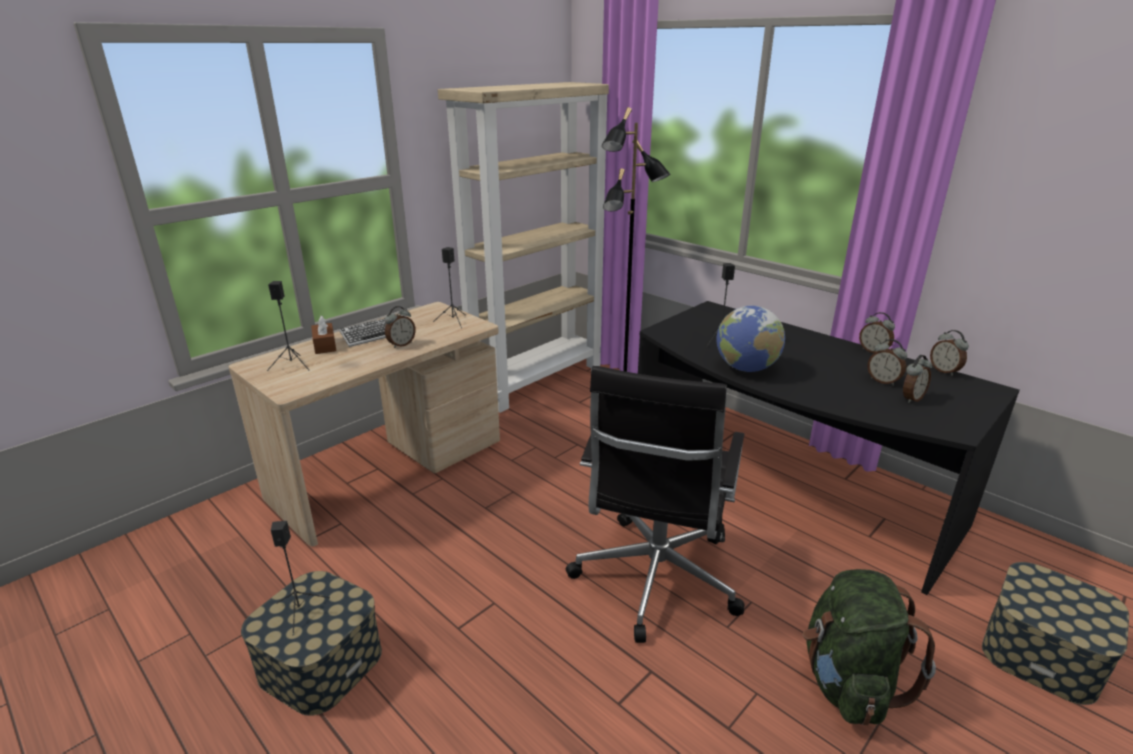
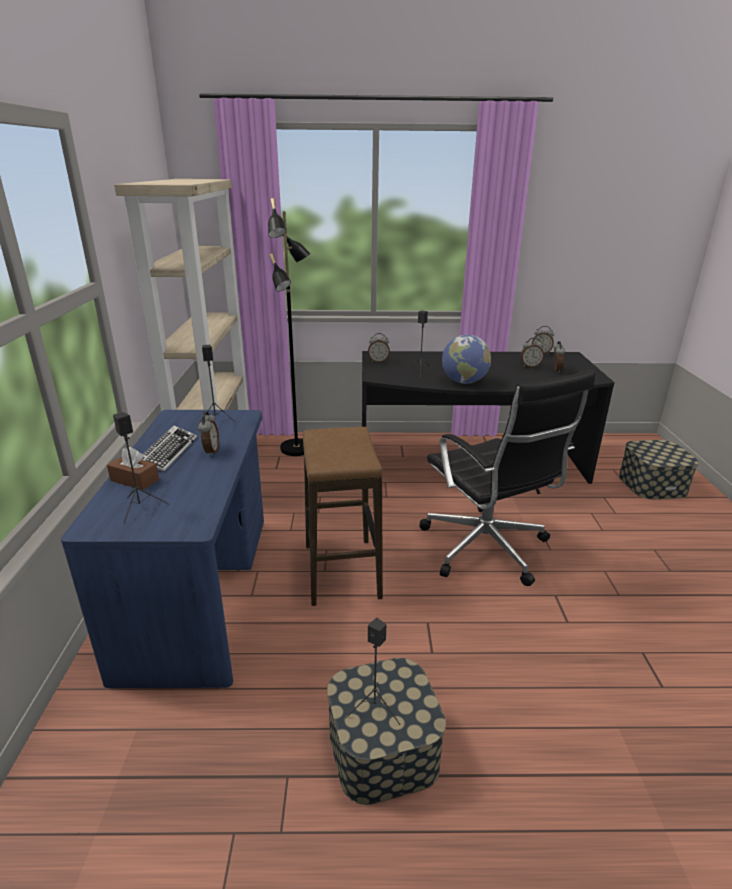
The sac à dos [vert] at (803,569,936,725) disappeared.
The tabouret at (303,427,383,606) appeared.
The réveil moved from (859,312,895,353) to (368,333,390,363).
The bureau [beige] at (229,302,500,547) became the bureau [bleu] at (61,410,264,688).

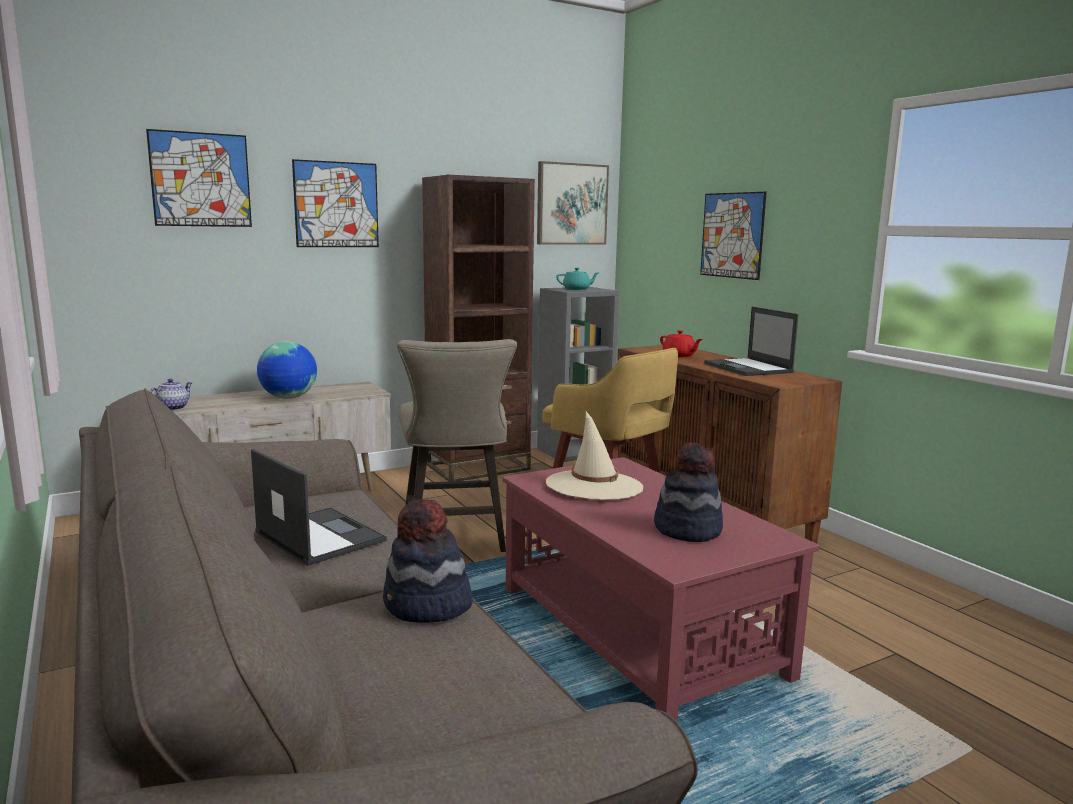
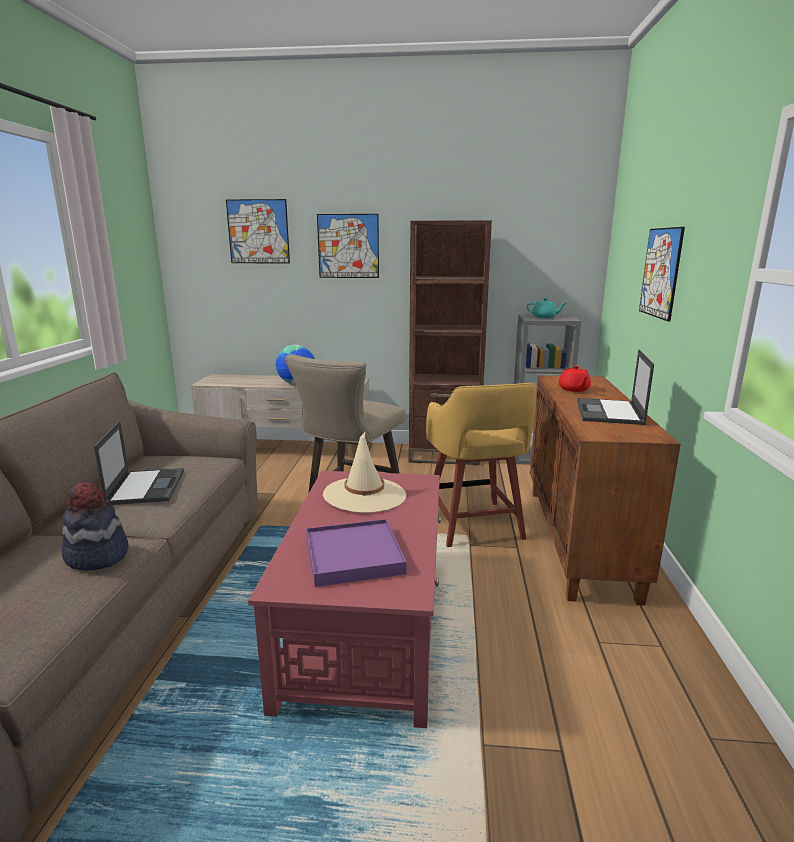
The théière at (150,379,192,411) disappeared.
The tableau at (537,161,609,245) disappeared.
The chapeau at (654,443,723,542) was replaced by the plateau [violet] at (306,519,407,587).

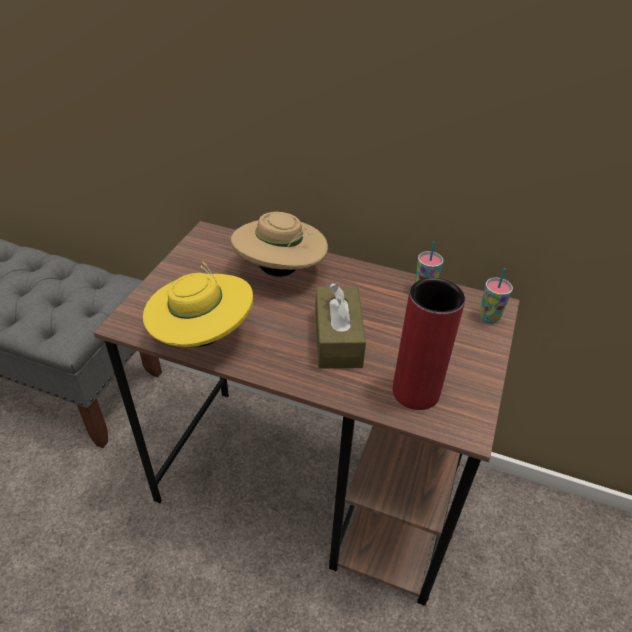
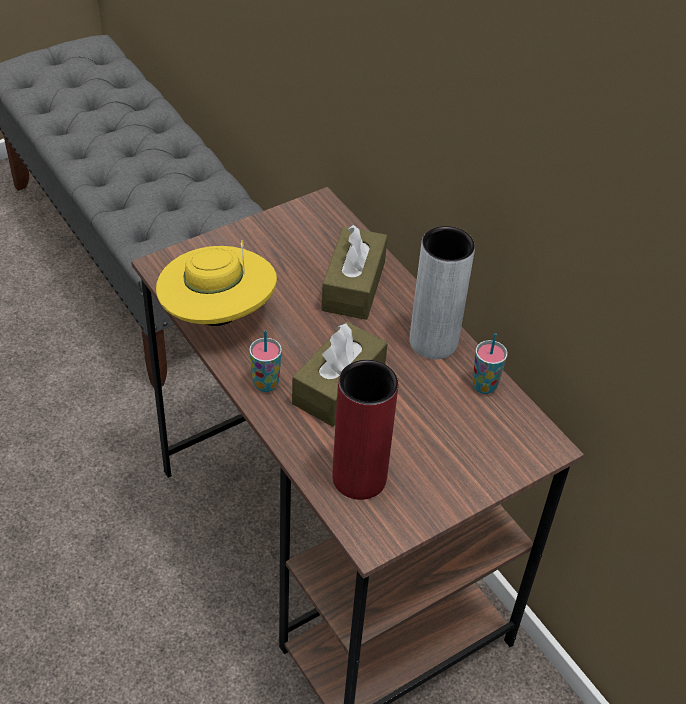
The vase [gris] at (409,226,475,359) appeared.
The tasse moved from (480,268,513,324) to (249,330,282,392).
The chapeau [beige] at (231,212,328,277) was replaced by the boîte à mouchoirs [marron] at (321,225,387,320).

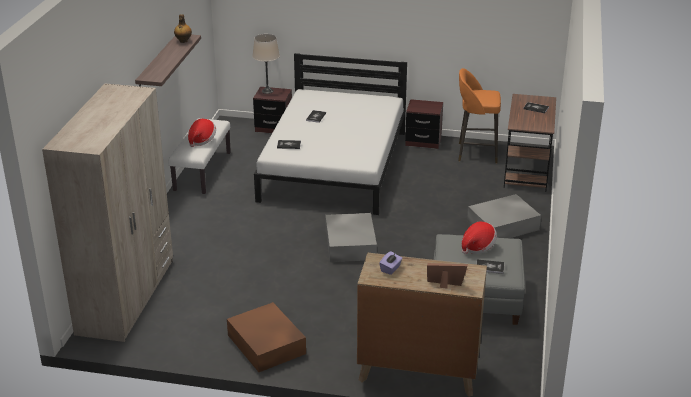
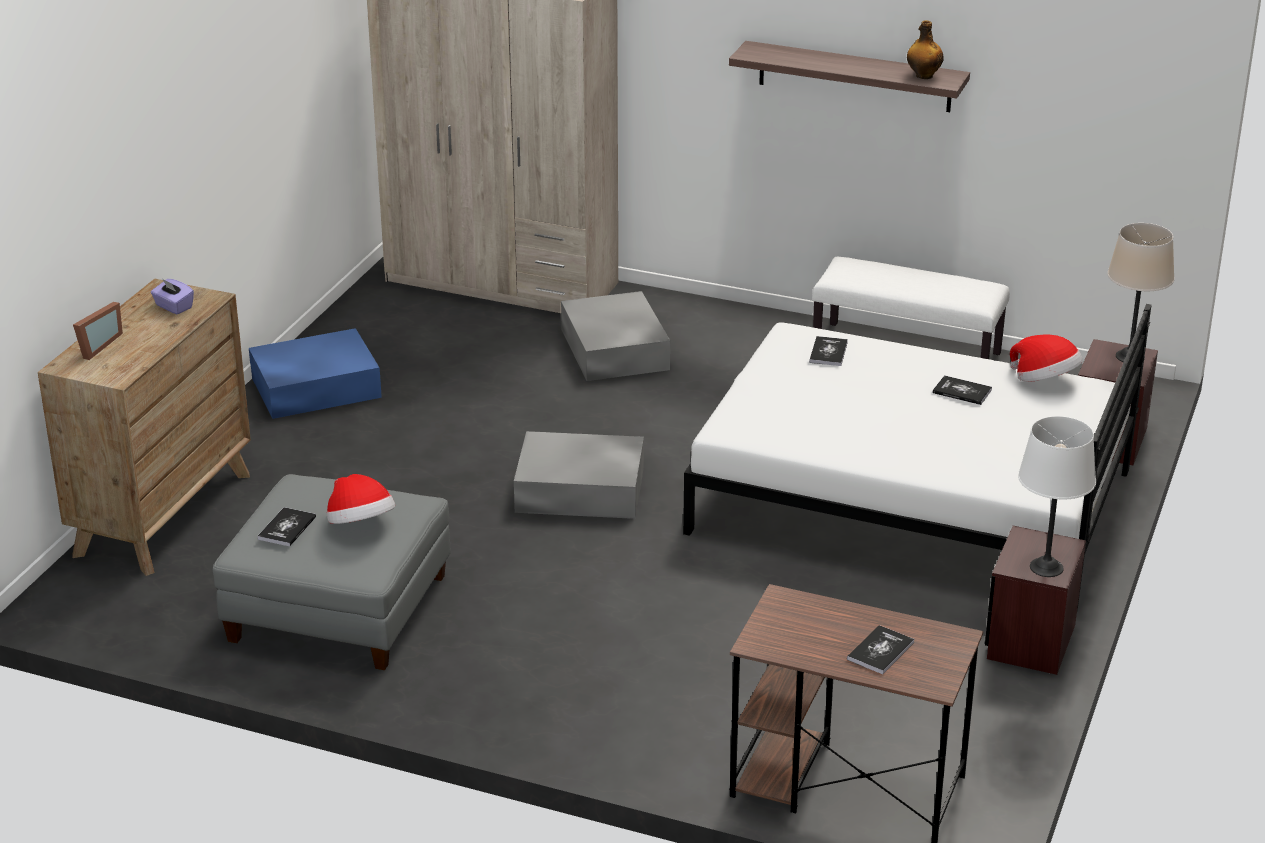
The tabouret [orange] at (458,68,501,163) disappeared.
The lampe de table [blanc] at (1018,416,1096,577) appeared.
The chapeau moved from (188,119,216,147) to (1010,335,1083,382).
The boîte de rangement [gris] moved from (467,194,541,238) to (561,291,670,381).
The boîte de rangement [marron] at (227,302,306,372) became the boîte de rangement [bleu] at (249,328,382,419).

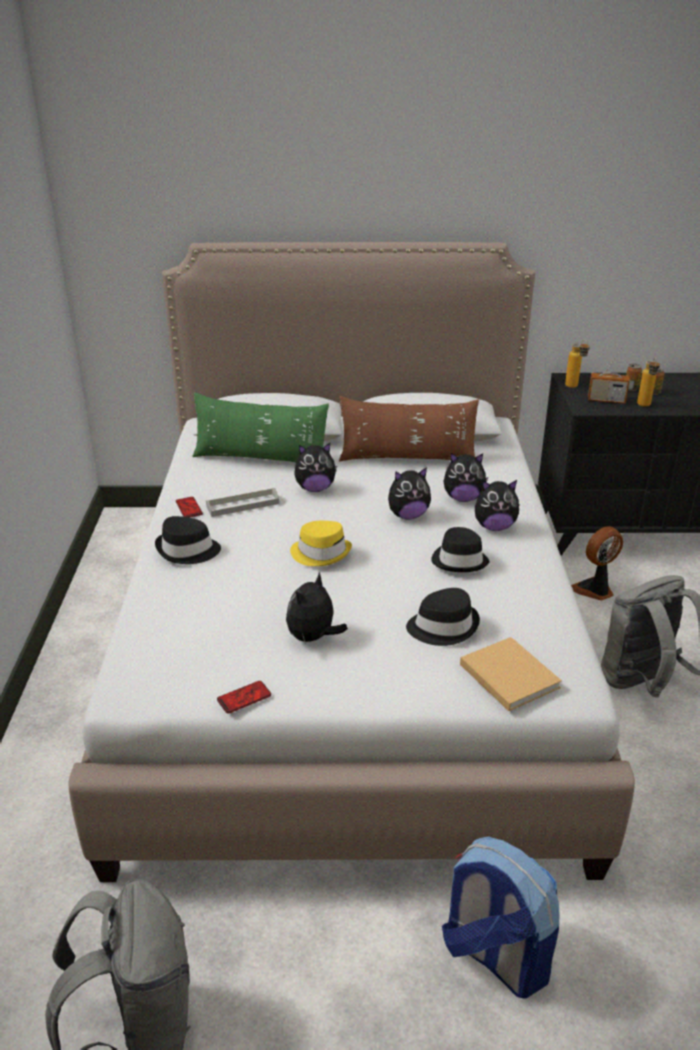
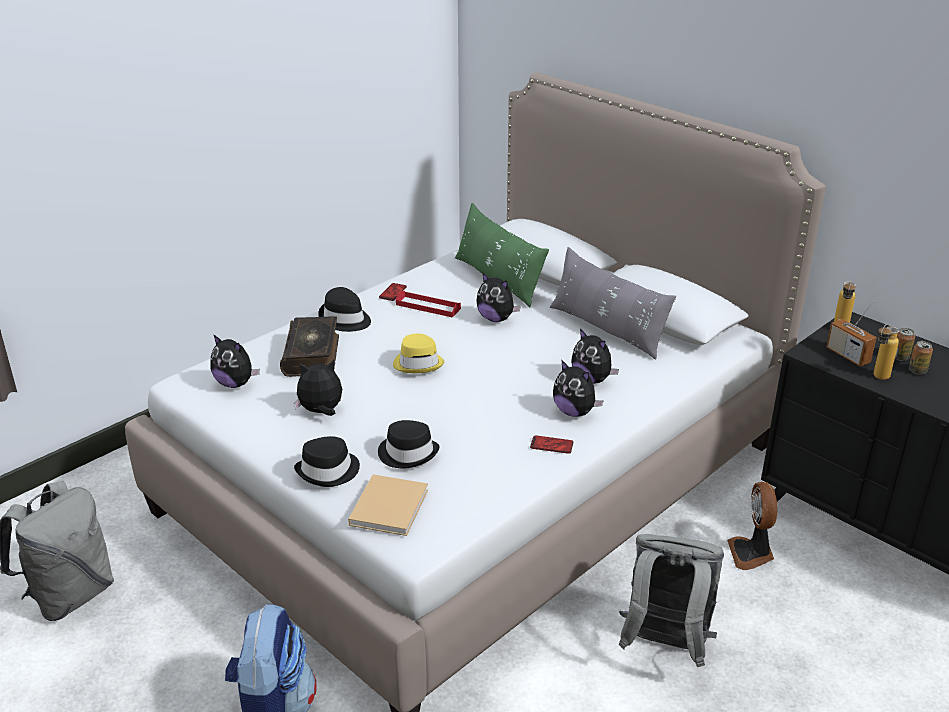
The livre at (280,316,339,377) appeared.
The téléphone moved from (217,681,271,714) to (530,435,573,454).
The peluche moved from (388,467,431,519) to (210,334,260,388).
The chapeau [noir] moved from (431,527,489,572) to (294,436,360,487).
The plateau [gris] at (206,488,279,517) became the plateau [rouge] at (396,291,461,318).
The coussin [marron] at (339,396,479,461) became the coussin [gris] at (550,247,676,359).
The ventilateur at (571,526,623,601) turned 105 degrees counterclockwise.

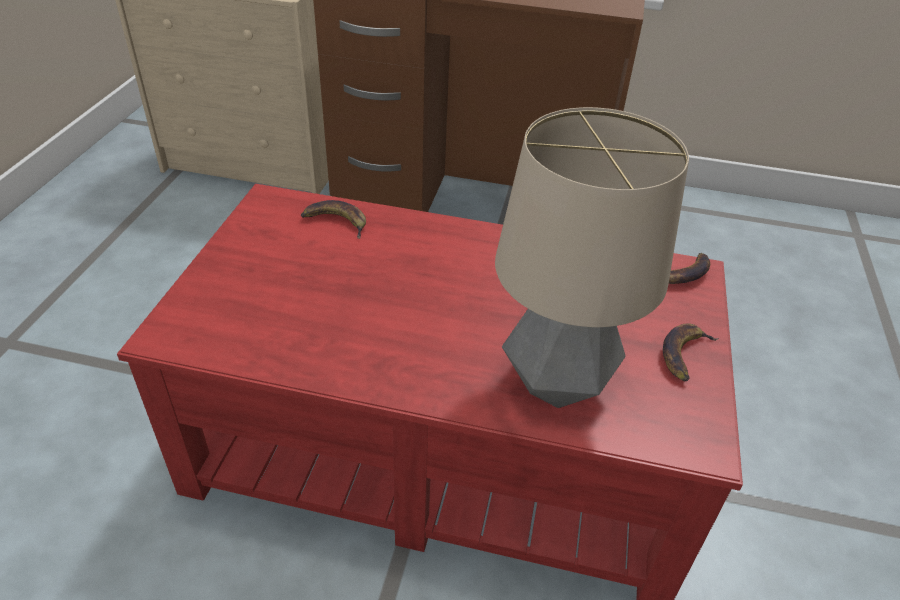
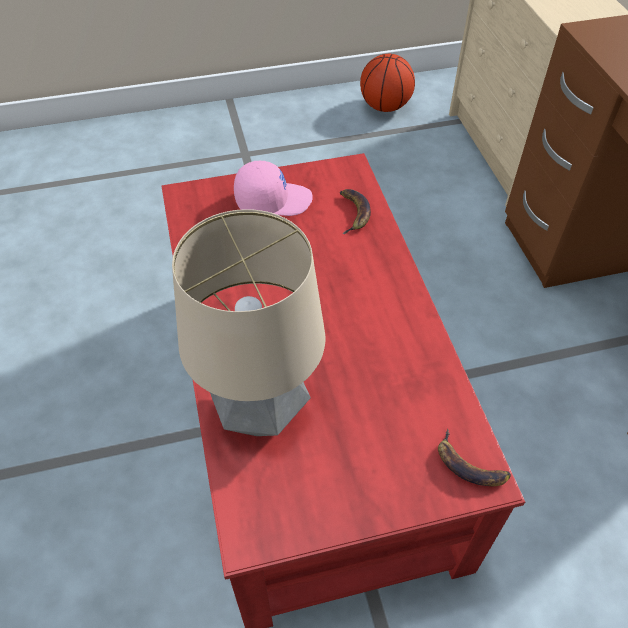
The banane at (663,323,719,382) disappeared.
The casquette [rose] at (234,161,313,216) appeared.
The ballon de basket at (360,54,415,112) appeared.

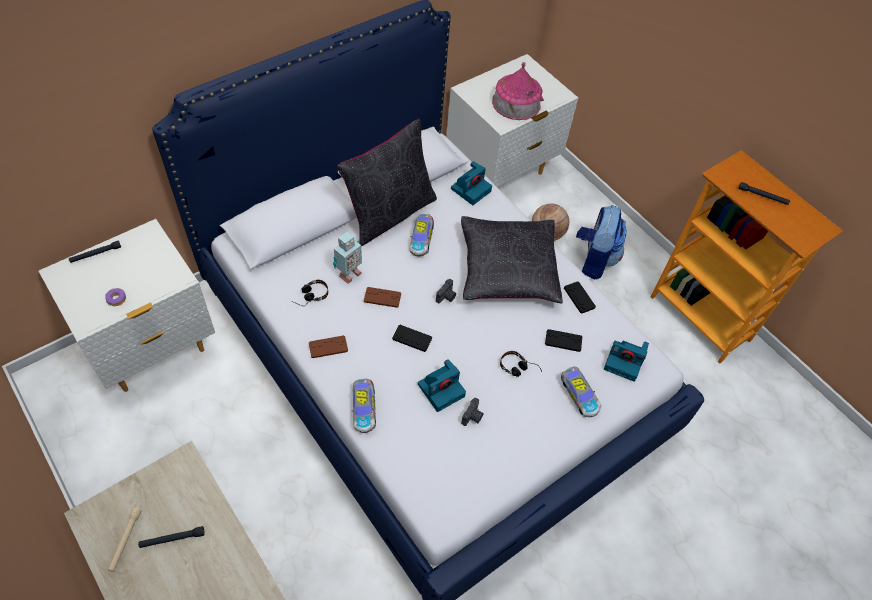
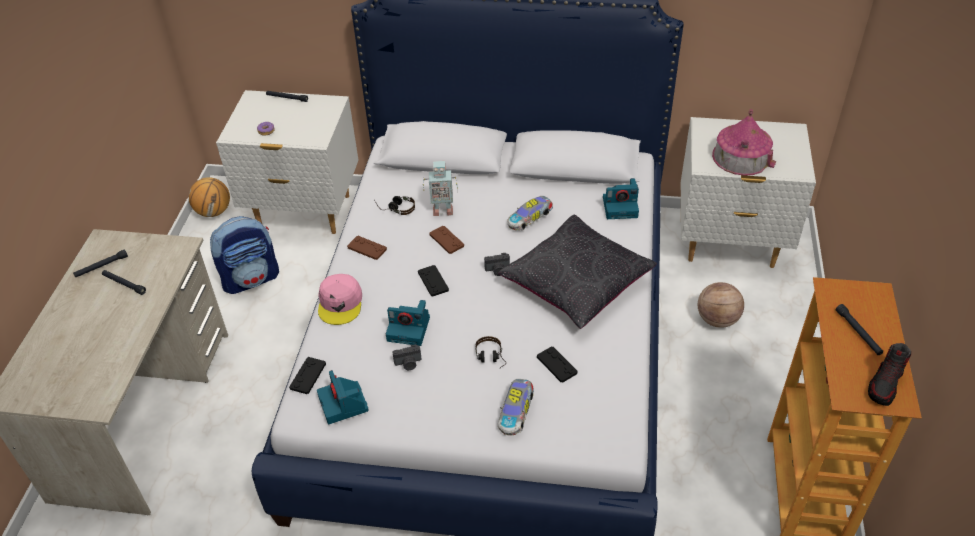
The coussin [noir] at (337,119,437,246) disappeared.
The ballon de basket at (189,177,230,217) appeared.
The chaussure at (868,343,911,406) appeared.
The manette [noir] moved from (564,281,596,313) to (289,357,326,394).
The sac à dos moved from (576,205,627,280) to (210,216,279,294).
The appareil photo moved from (604,341,649,382) to (317,370,369,424).
The petite voiture at (352,379,376,433) was replaced by the casquette [rose] at (318,274,362,325).
The lampe de poche [beige] at (108,508,141,572) became the lampe de poche [noir] at (73,249,128,277).

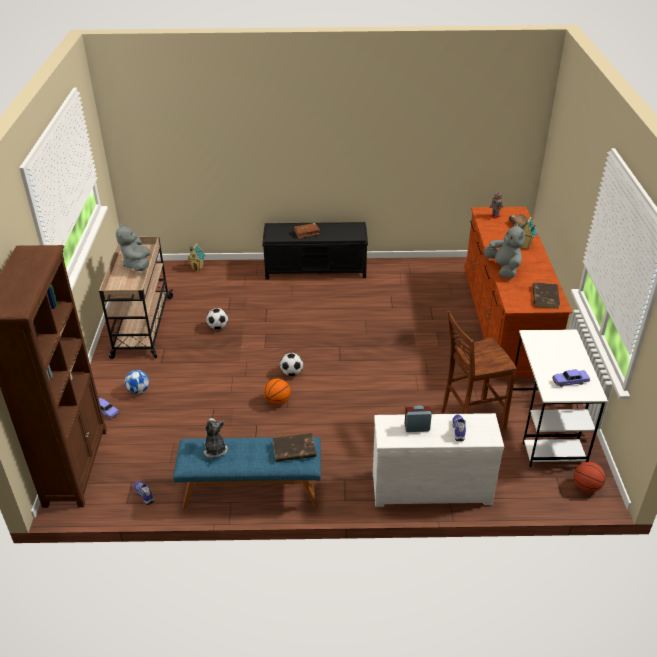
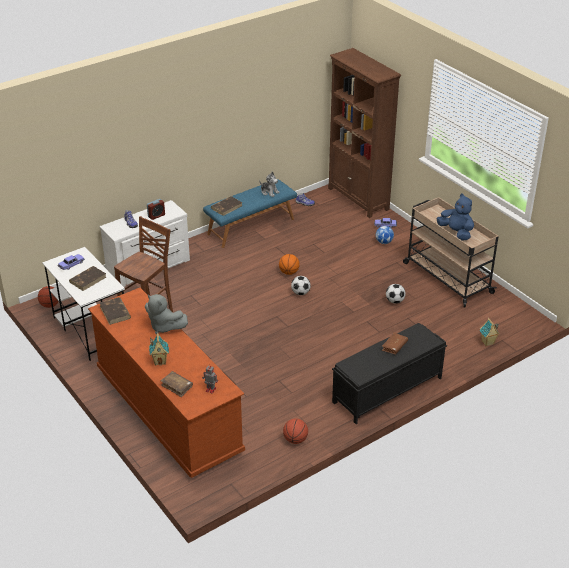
The livre [marron] at (69,266,106,291) appeared.
The ballon de basket at (283,418,308,444) appeared.
The peluche [gris] at (116,224,150,271) became the peluche [bleu] at (437,193,474,240).

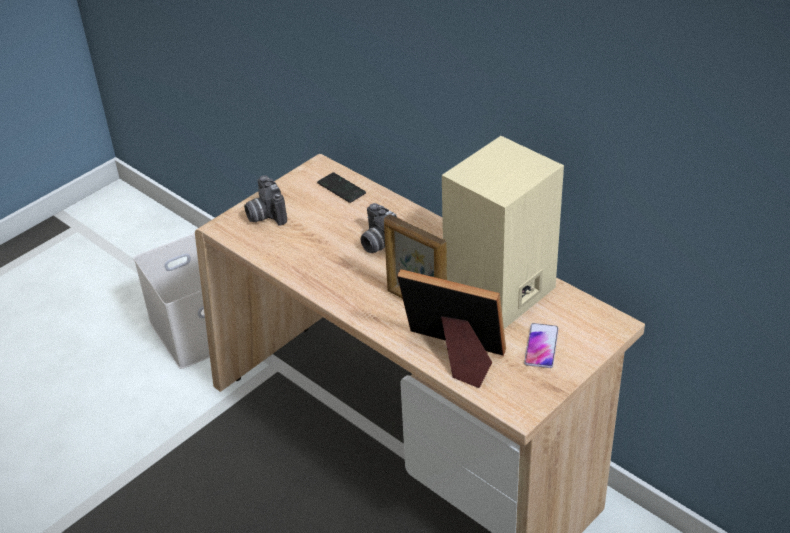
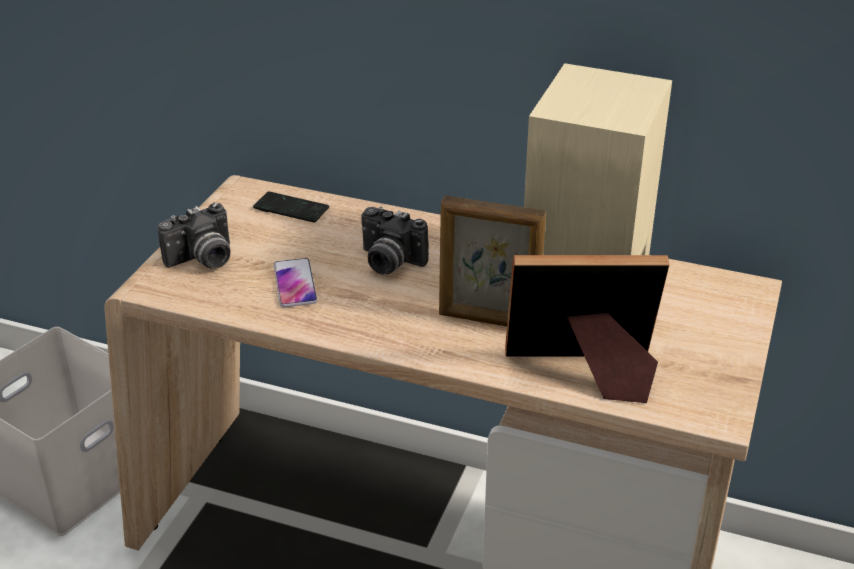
The téléphone moved from (524,323,559,368) to (274,258,318,307).
The appareil photo at (244,175,287,226) turned 75 degrees counterclockwise.

